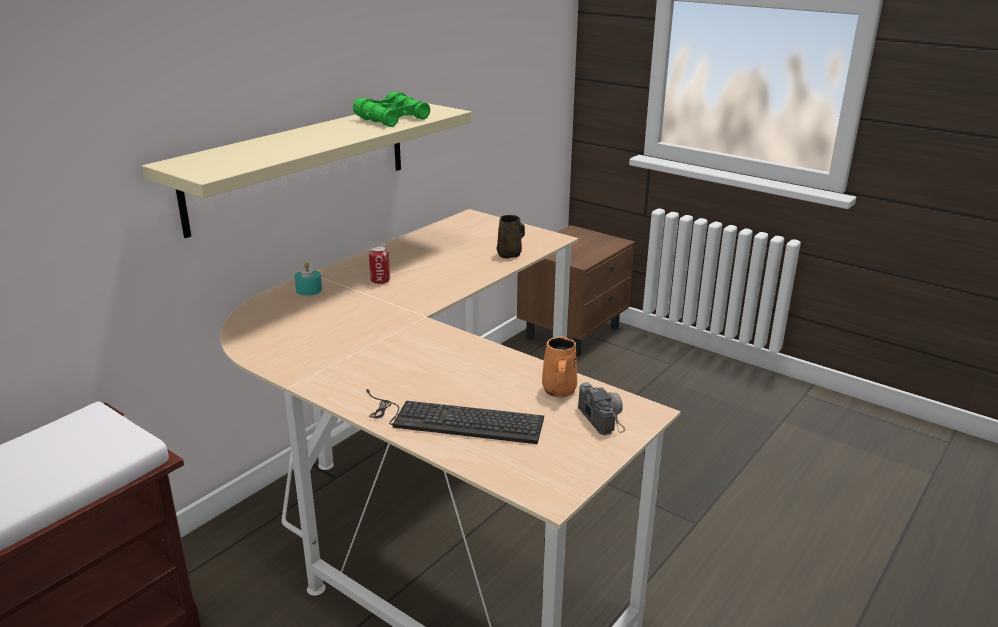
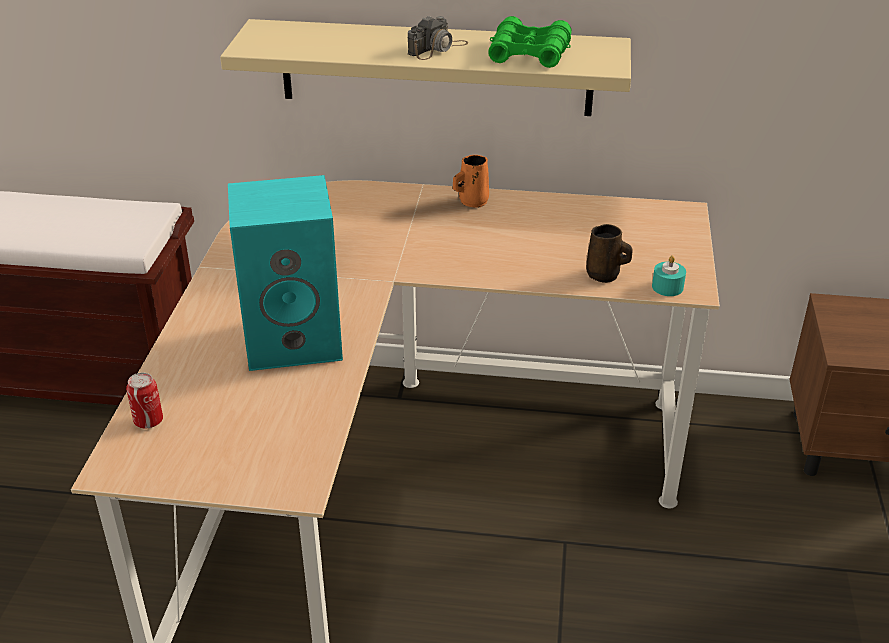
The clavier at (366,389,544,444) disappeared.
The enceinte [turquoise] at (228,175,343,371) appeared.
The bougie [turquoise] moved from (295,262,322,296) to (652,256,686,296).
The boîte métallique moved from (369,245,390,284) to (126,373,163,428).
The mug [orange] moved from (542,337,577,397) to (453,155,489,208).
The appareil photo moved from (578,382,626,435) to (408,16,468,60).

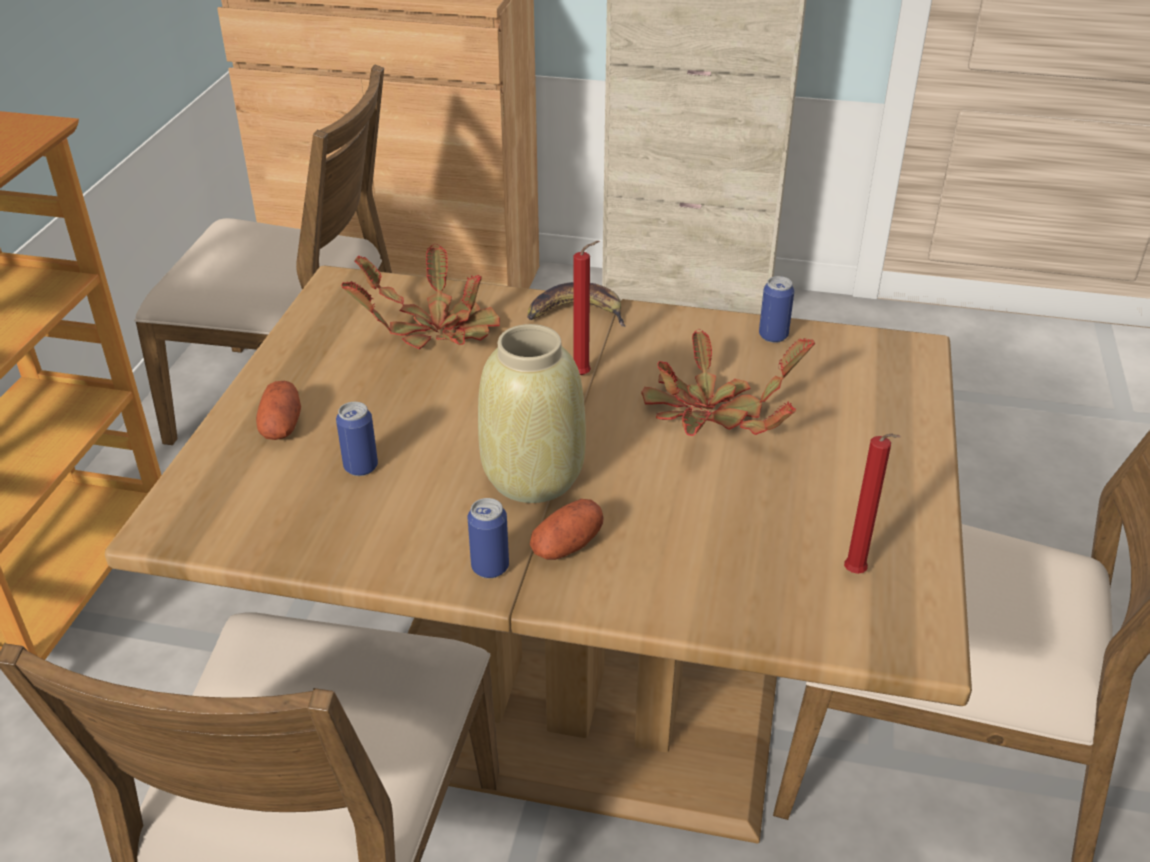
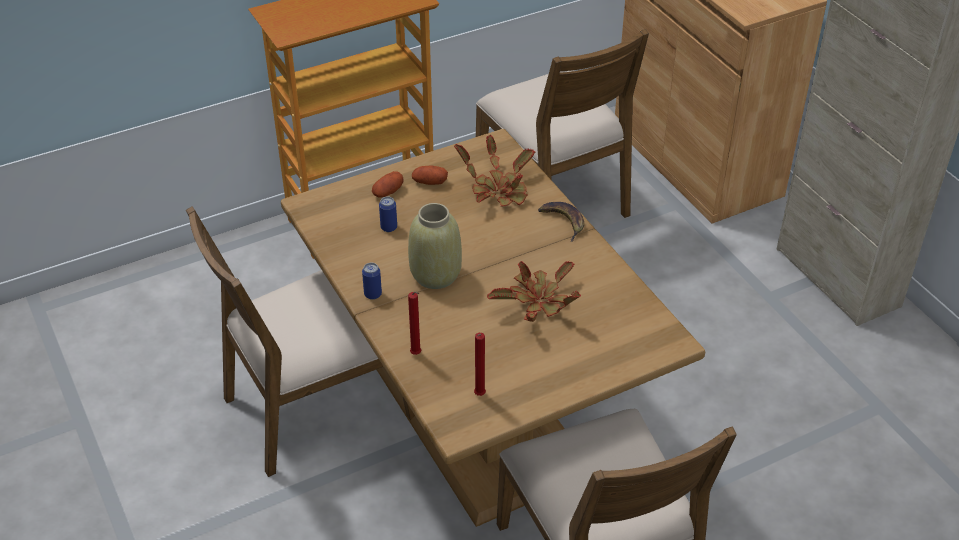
The boîte métallique at (759,276,794,343) disappeared.
The pomme de terre moved from (530,499,604,560) to (412,166,448,185).
The bougie [rouge] moved from (573,241,599,375) to (408,292,421,355).

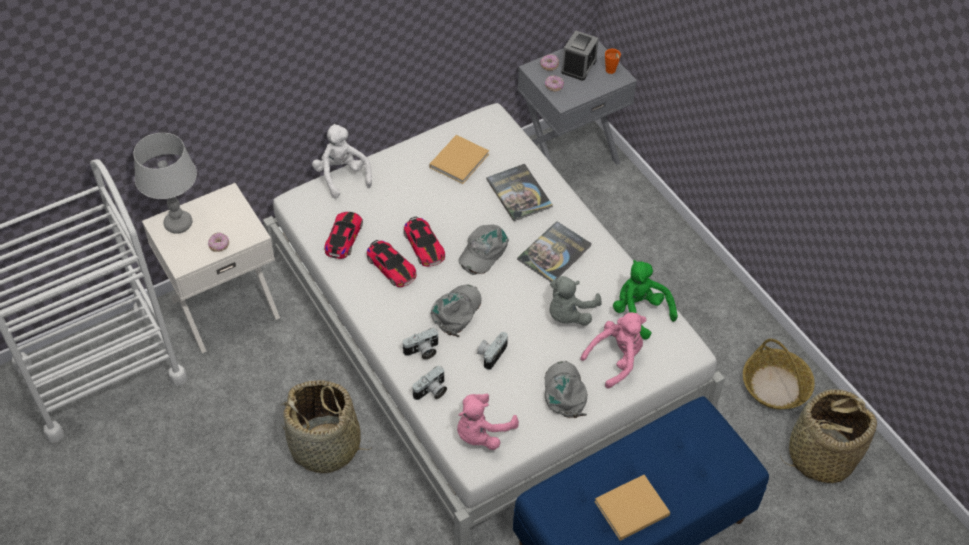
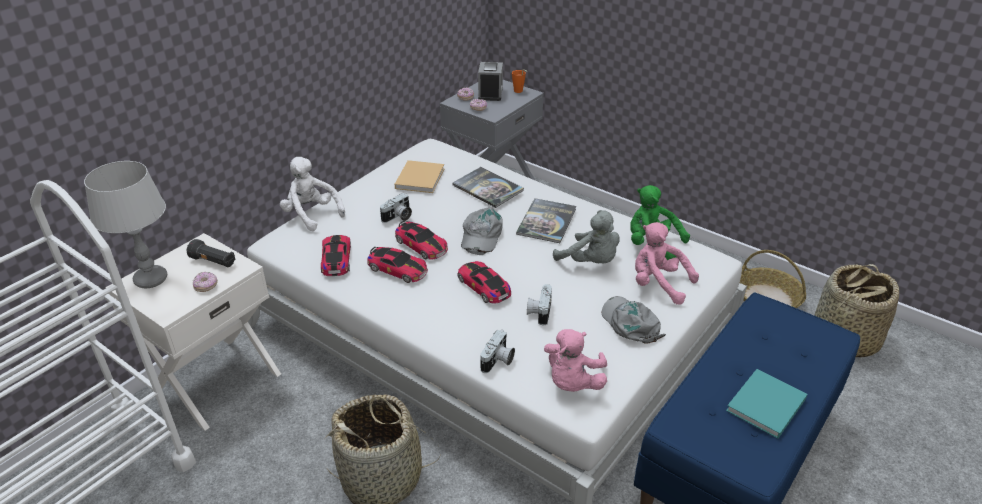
The lampe de poche [noir] at (187,239,235,267) appeared.
The appareil photo moved from (402,328,439,359) to (380,193,412,223).
The casquette [gris] at (431,285,481,337) was replaced by the petite voiture at (458,261,511,304).
The livre [beige] at (594,475,670,541) became the livre [turquoise] at (726,369,808,439).
The peluche [gris] at (549,276,602,326) turned 60 degrees counterclockwise.
The peluche [rose] at (580,312,646,389) turned 90 degrees counterclockwise.

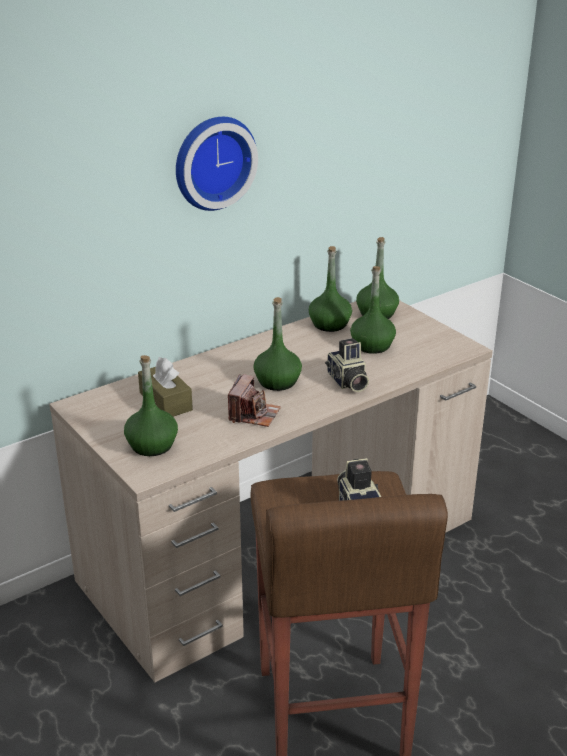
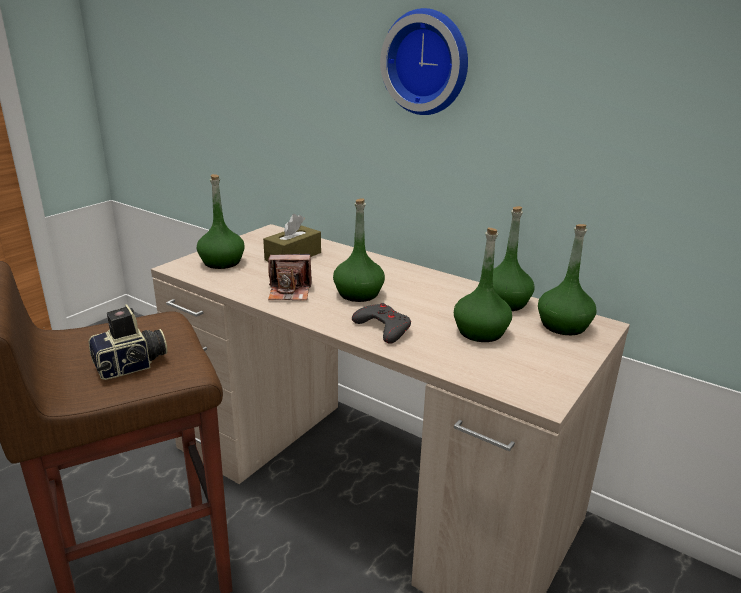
The appareil photo at (325,338,369,392) was replaced by the manette [gris] at (352,303,411,344).

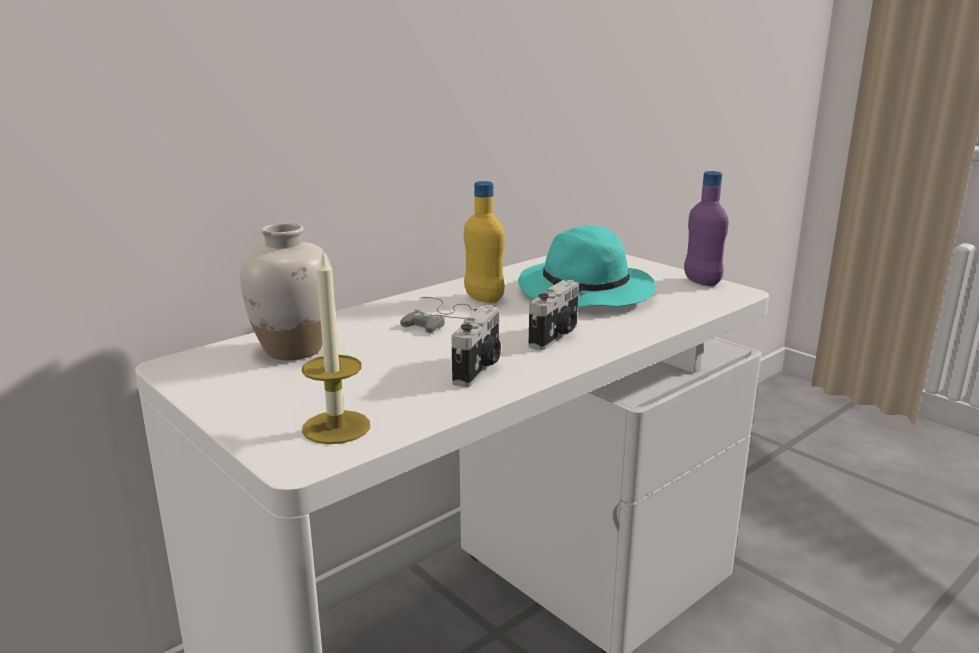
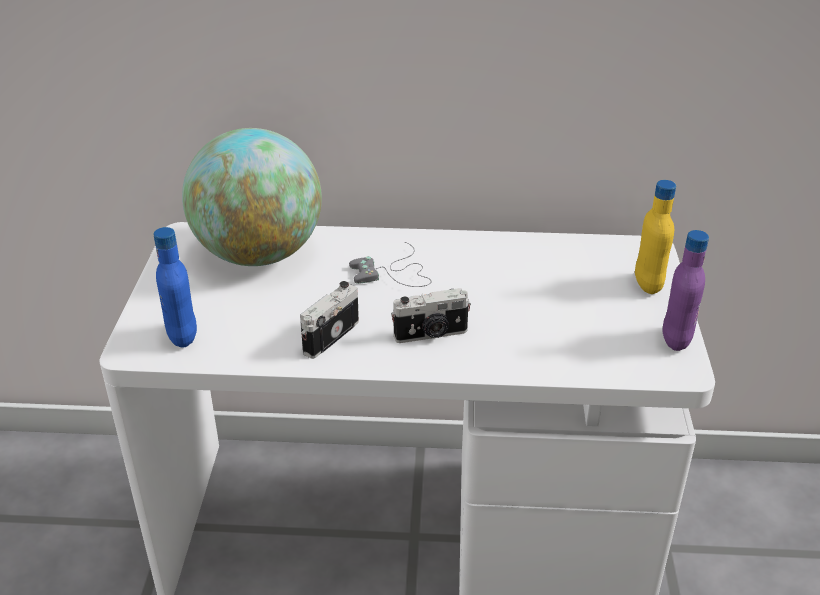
The chapeau [turquoise] at (518,225,656,307) disappeared.
The bouteille [jaune] moved from (464,181,505,303) to (635,180,676,294).
The vase [blanc] at (240,223,333,360) was replaced by the globe at (182,128,322,266).
The bougie at (302,251,370,444) was replaced by the bouteille [bleu] at (154,227,197,348).
The appareil photo at (451,305,501,387) turned 150 degrees clockwise.

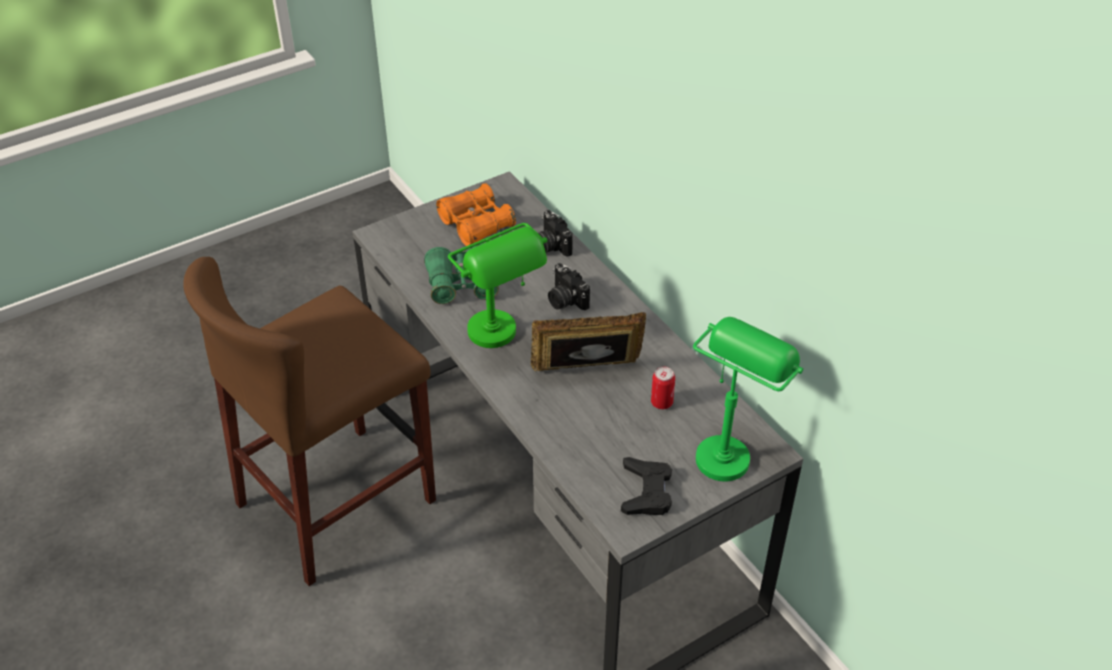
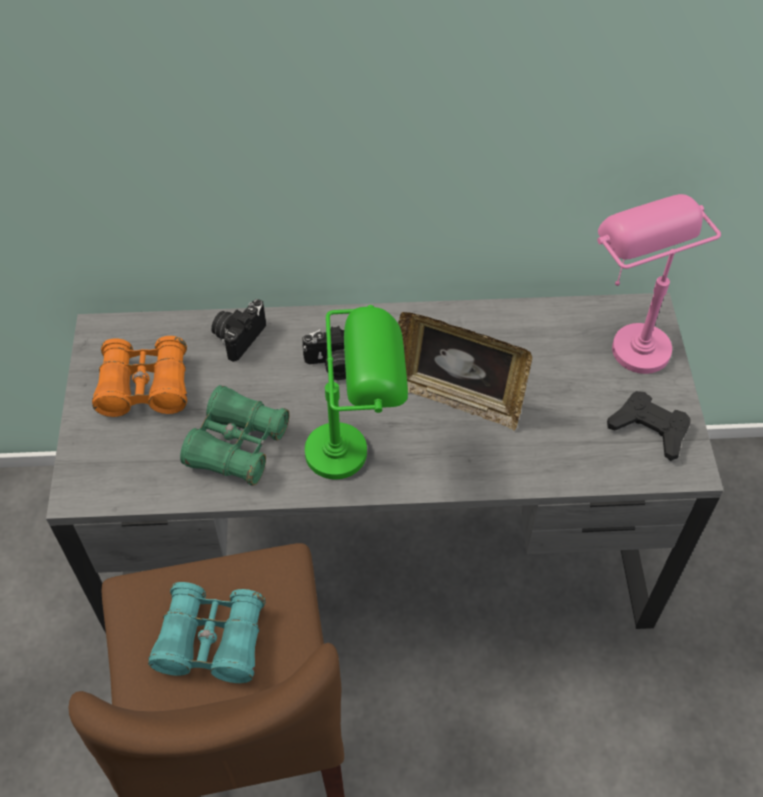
The boîte métallique at (651,367,675,409) disappeared.
The jumelles [turquoise] at (148,582,266,683) appeared.
The lampe de table [vert] at (693,317,803,482) became the lampe de table [rose] at (597,194,721,374).
The cadre photo at (531,312,646,371) turned 90 degrees counterclockwise.
The appareil photo at (538,210,573,257) turned 120 degrees clockwise.

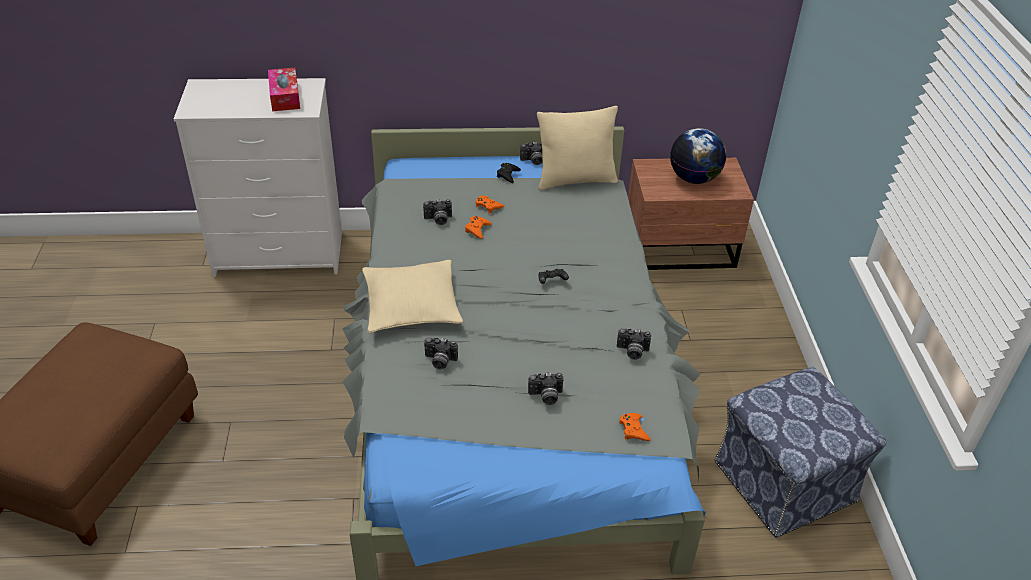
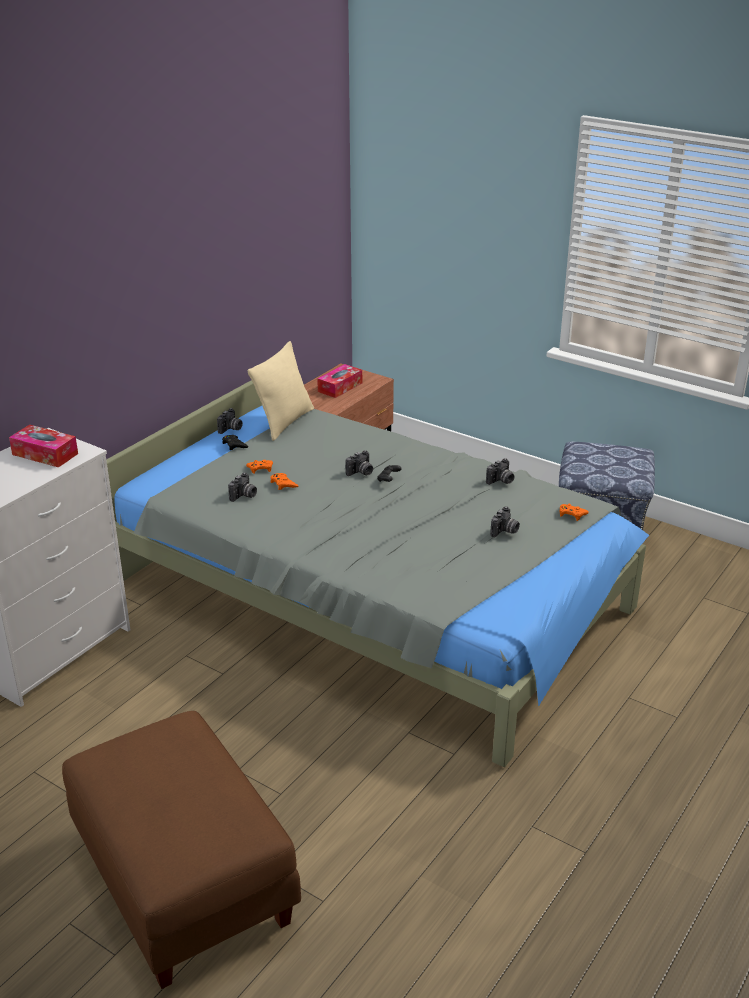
The coussin [beige] at (362,260,463,333) disappeared.
The appareil photo moved from (424,337,458,370) to (345,450,373,476).
The globe at (670,128,726,184) was replaced by the boîte à mouchoirs at (317,364,362,398).

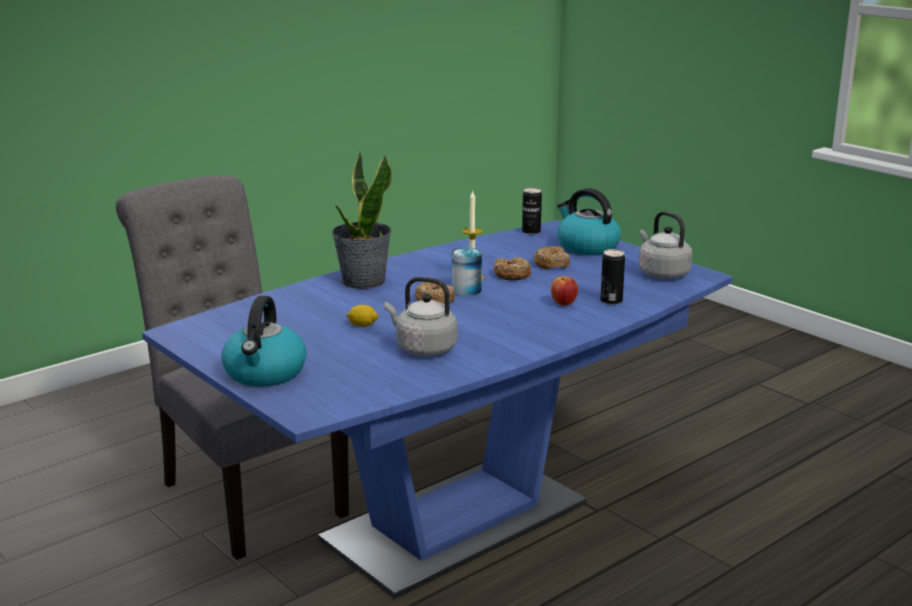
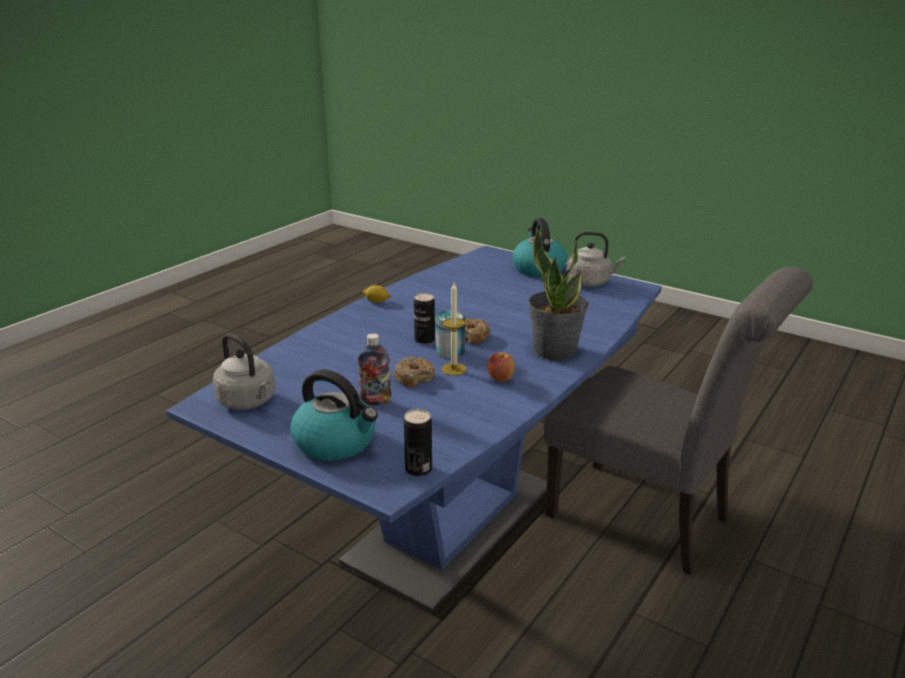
The citron moved from (346,305,379,327) to (363,285,391,303).
The bouilloire [gris] moved from (384,277,457,356) to (567,231,625,287).
The pomme moved from (551,276,578,306) to (487,352,515,382).
The boîte métallique moved from (600,249,625,305) to (414,293,435,344).
The beignet at (533,246,570,270) was replaced by the bouteille at (358,333,391,405).

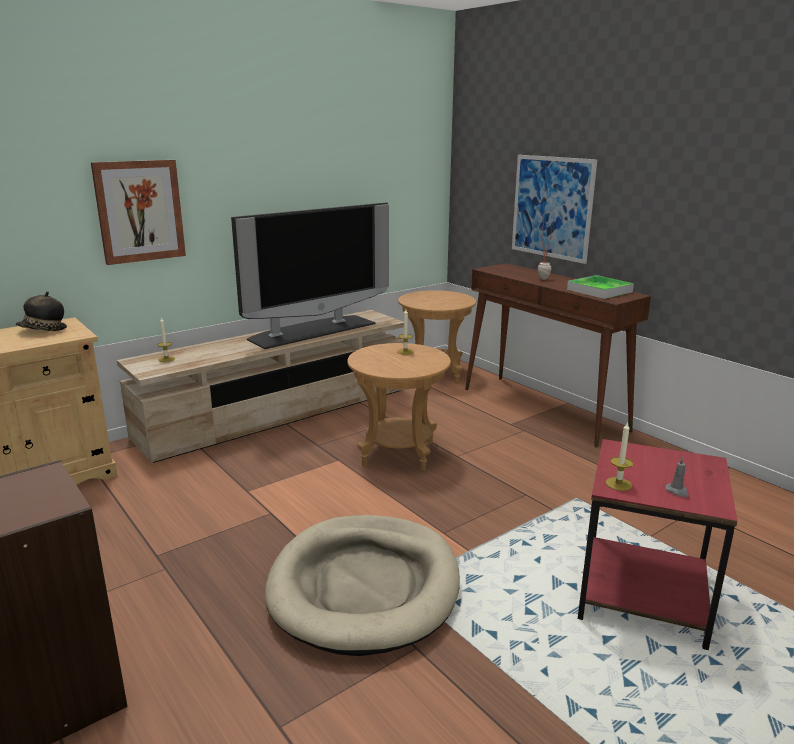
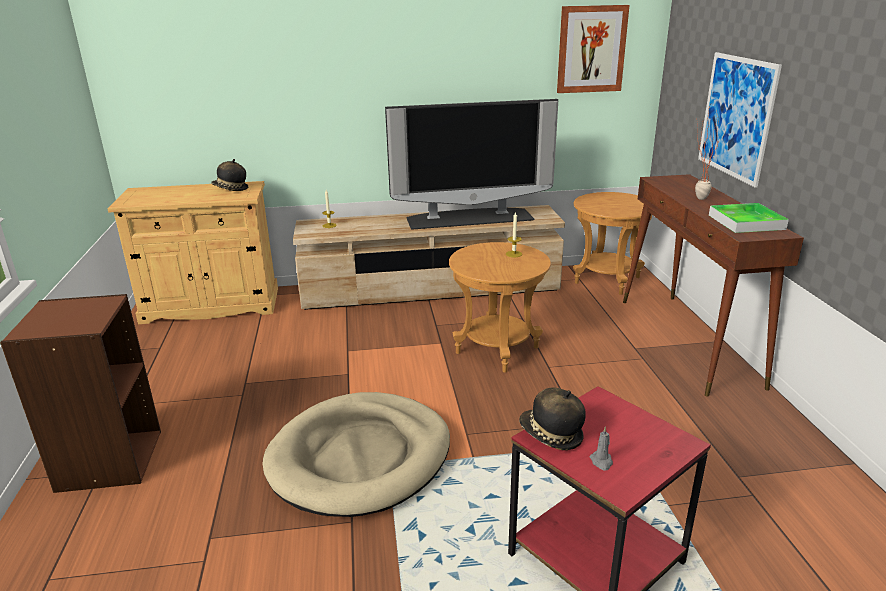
The tableau moved from (91,160,186,265) to (557,5,630,93).
The bougie at (606,421,633,491) was replaced by the chapeau at (519,387,586,450).

